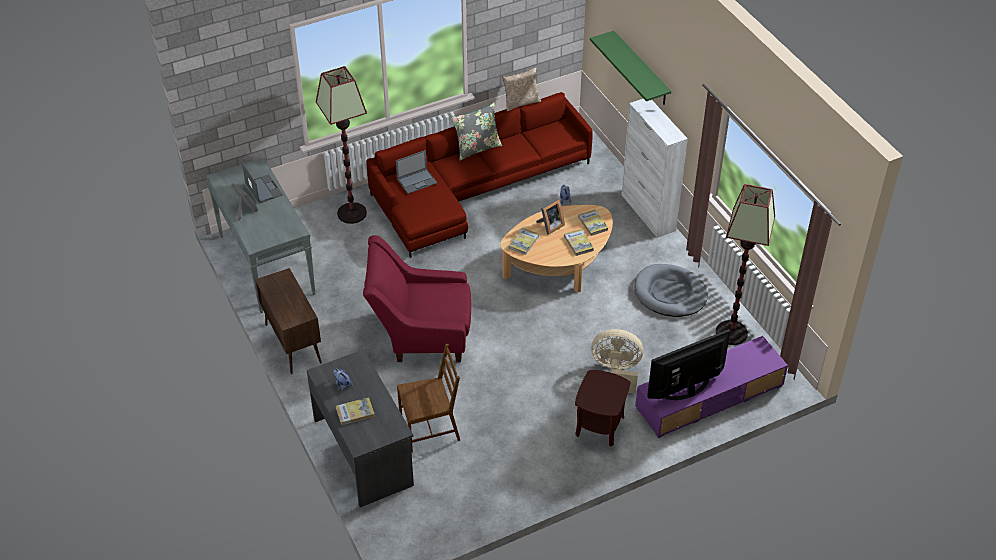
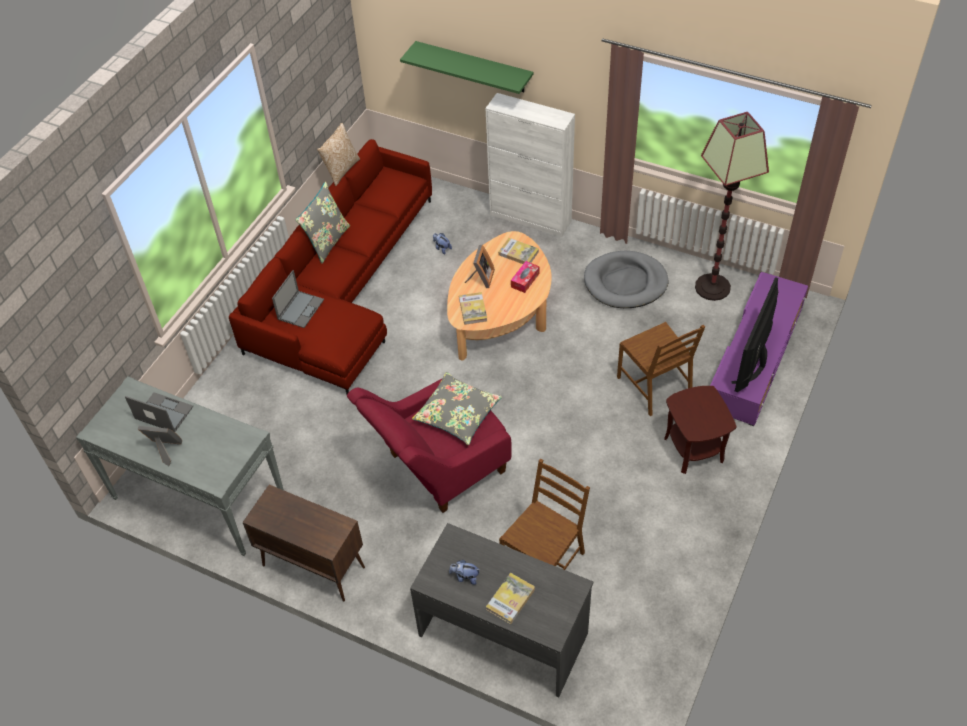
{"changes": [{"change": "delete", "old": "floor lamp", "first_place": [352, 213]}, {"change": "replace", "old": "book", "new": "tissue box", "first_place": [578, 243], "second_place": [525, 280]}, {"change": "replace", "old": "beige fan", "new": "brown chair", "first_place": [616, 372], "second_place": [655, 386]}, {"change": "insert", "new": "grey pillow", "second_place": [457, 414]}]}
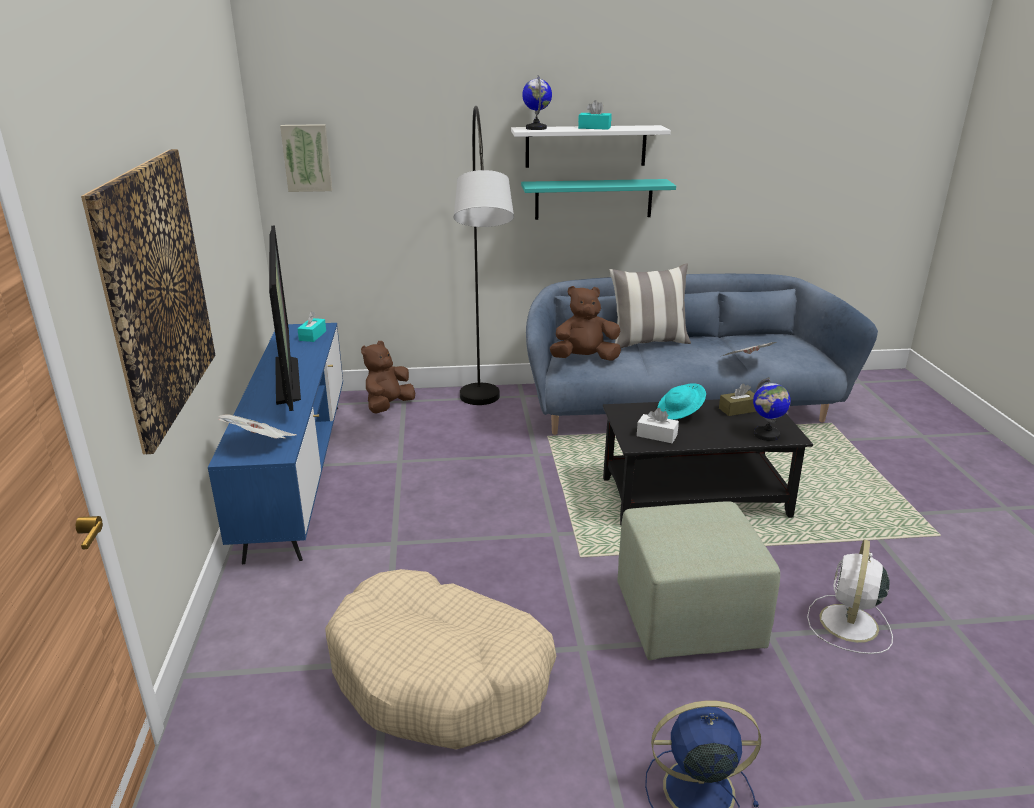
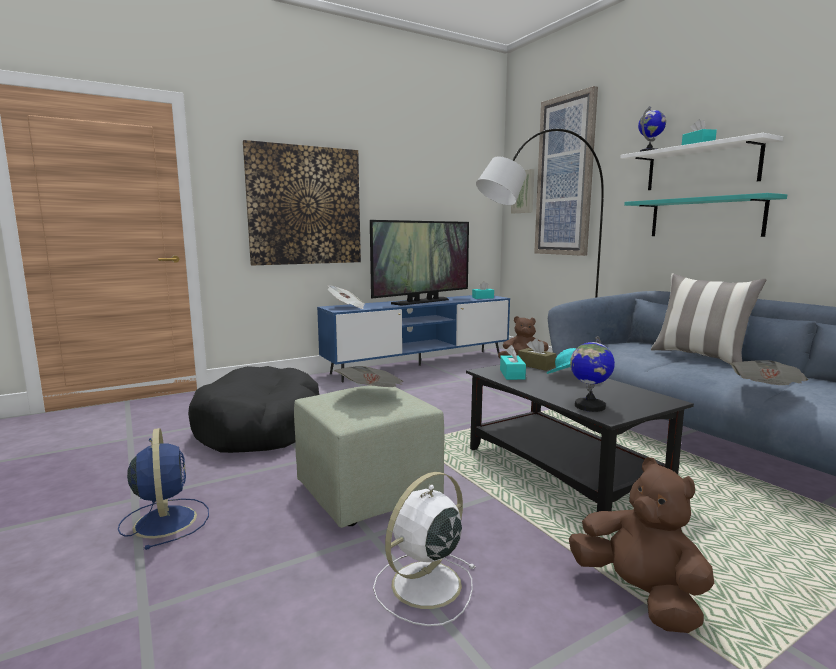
{"changes": [{"change": "move", "old": "brown plush toy", "first_place": [584, 359], "second_place": [639, 595]}, {"change": "move", "old": "brown tissue box", "first_place": [738, 409], "second_place": [536, 366]}, {"change": "recolor", "old": "white tissue box", "new": "turquoise tissue box", "first_place": [657, 435], "second_place": [512, 374]}, {"change": "rotate", "old": "white fan", "first_place": [848, 625], "second_place": [424, 586], "degrees": -45}, {"change": "recolor", "old": "beige dog bed", "new": "black dog bed", "first_place": [440, 676], "second_place": [260, 427]}, {"change": "insert", "new": "picture", "second_place": [565, 177]}, {"change": "insert", "new": "newspaper", "second_place": [372, 396]}]}
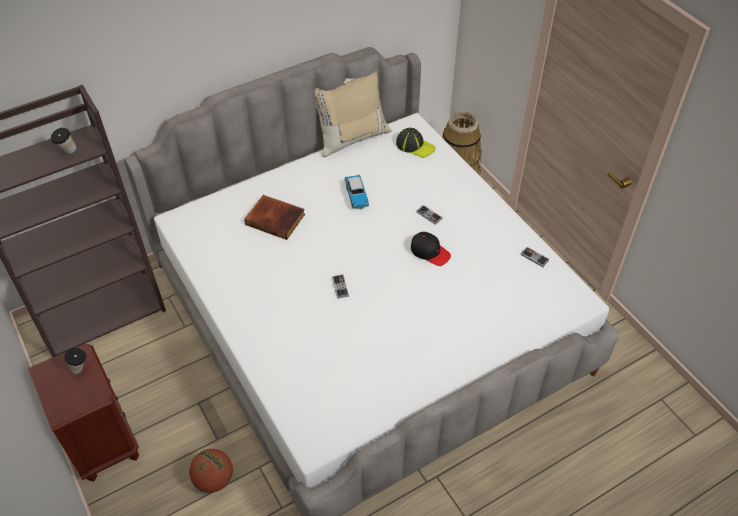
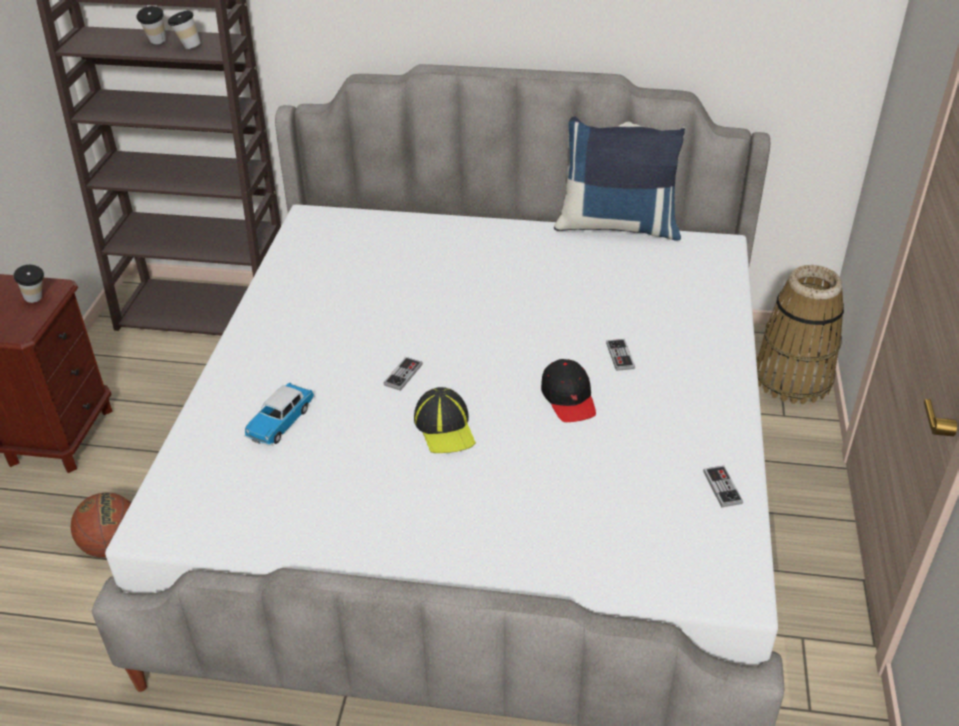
{"changes": [{"change": "recolor", "old": "beige pillow", "new": "blue pillow", "first_place": [351, 137], "second_place": [617, 225]}, {"change": "move", "old": "cap", "first_place": [415, 146], "second_place": [445, 427]}, {"change": "move", "old": "toy car", "first_place": [356, 196], "second_place": [281, 422]}, {"change": "delete", "old": "book", "first_place": [276, 219]}, {"change": "insert", "new": "cup", "second_place": [156, 43]}]}
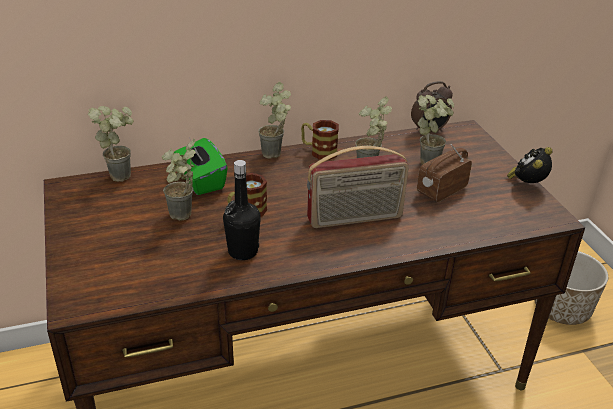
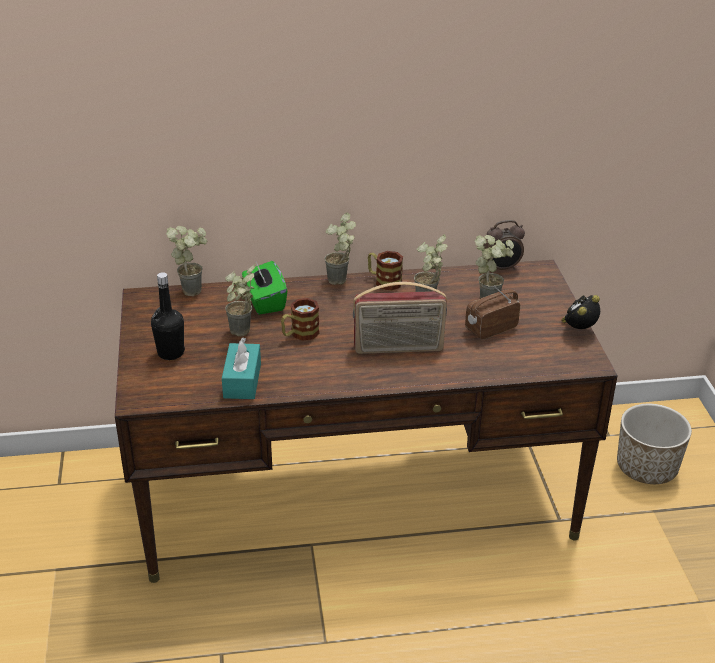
{"changes": [{"change": "move", "old": "black bottle", "first_place": [243, 251], "second_place": [170, 353]}, {"change": "insert", "new": "turquoise tissue box", "second_place": [242, 381]}]}
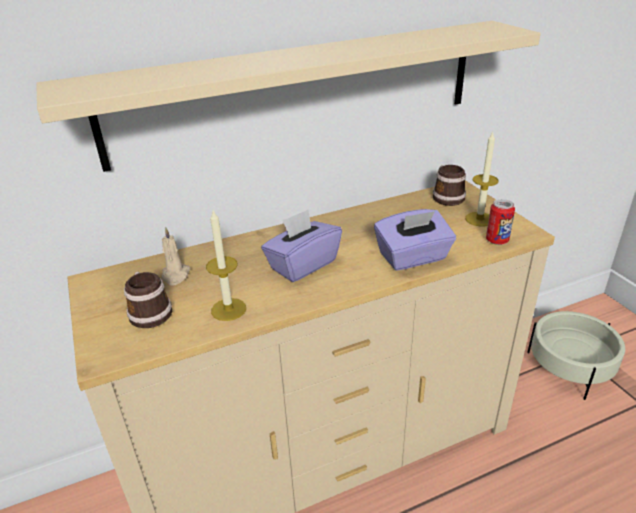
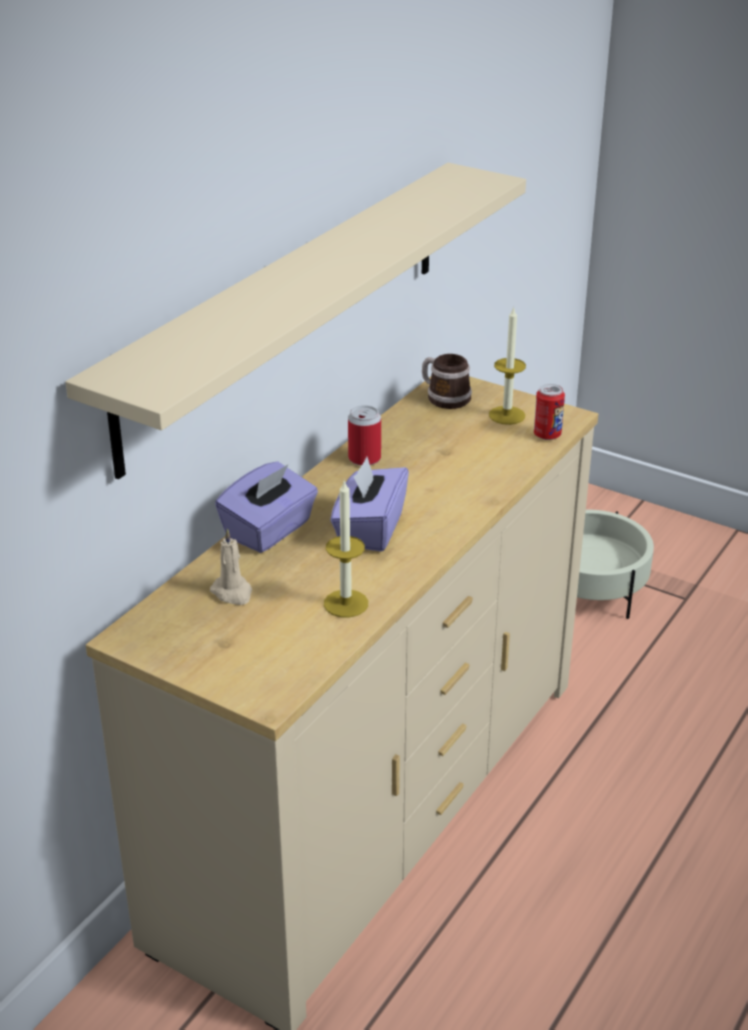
{"changes": [{"change": "move", "old": "purple tissue box", "first_place": [413, 257], "second_place": [269, 530]}, {"change": "delete", "old": "mug", "first_place": [149, 311]}, {"change": "insert", "new": "can", "second_place": [364, 458]}]}
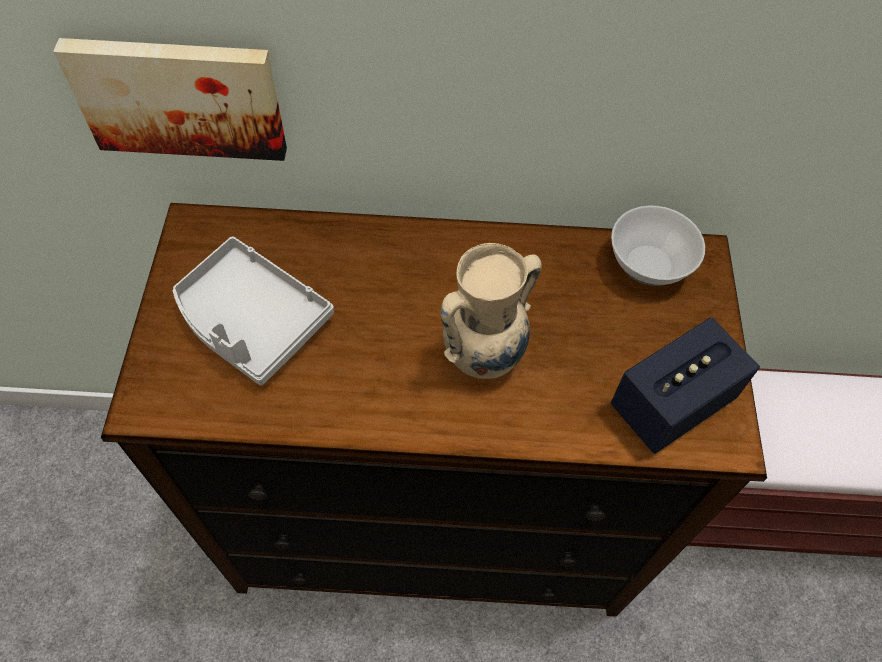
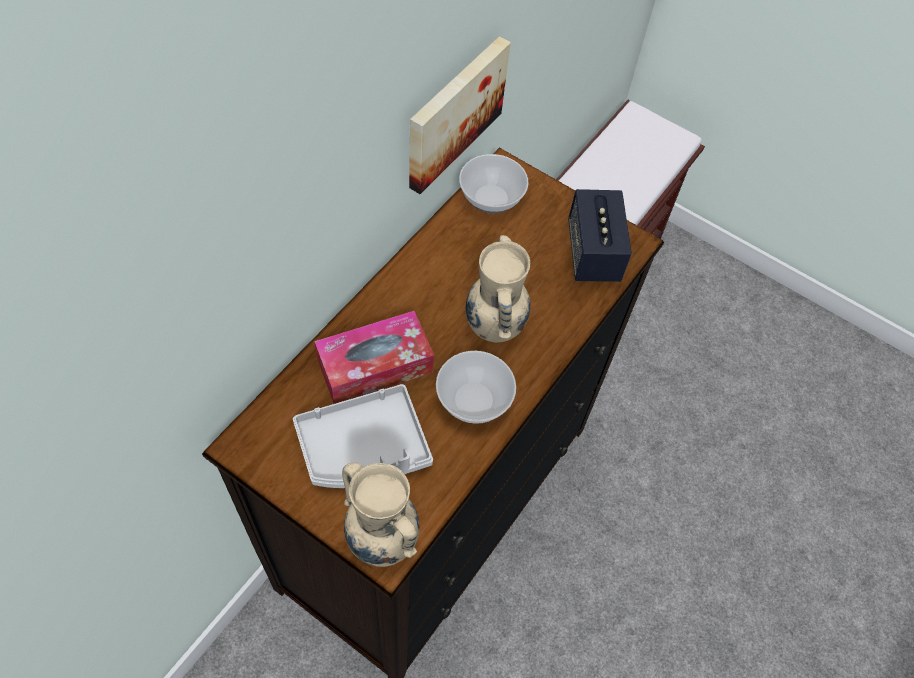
{"changes": [{"change": "move", "old": "picture", "first_place": [180, 96], "second_place": [453, 112]}, {"change": "insert", "new": "tissue box", "second_place": [375, 366]}, {"change": "insert", "new": "bowl", "second_place": [473, 399]}, {"change": "insert", "new": "beige vase", "second_place": [382, 539]}]}
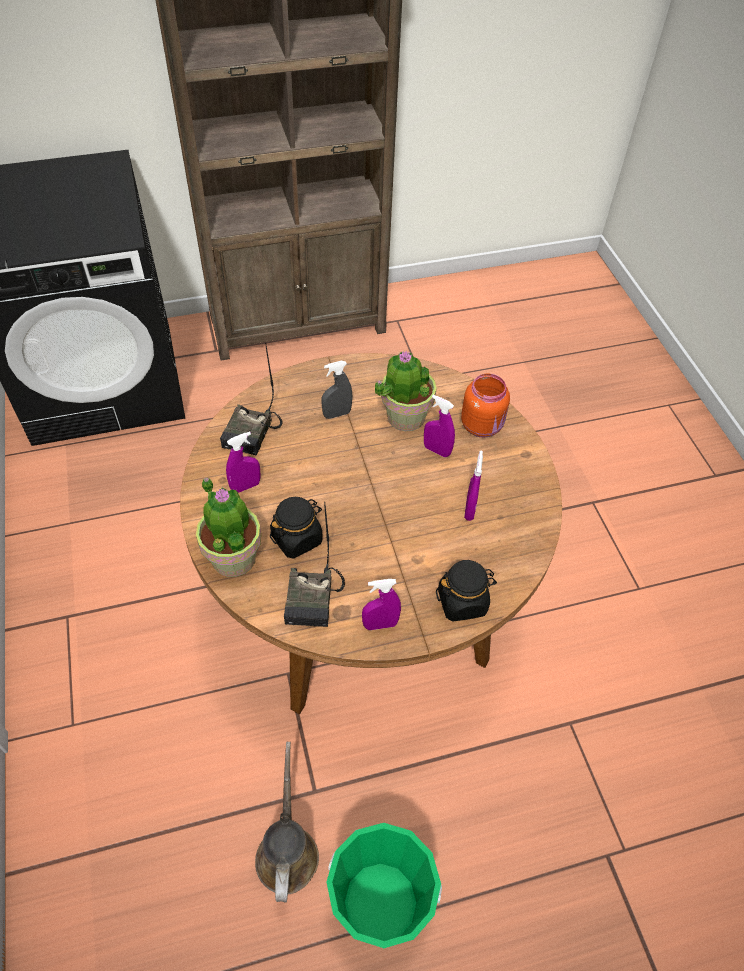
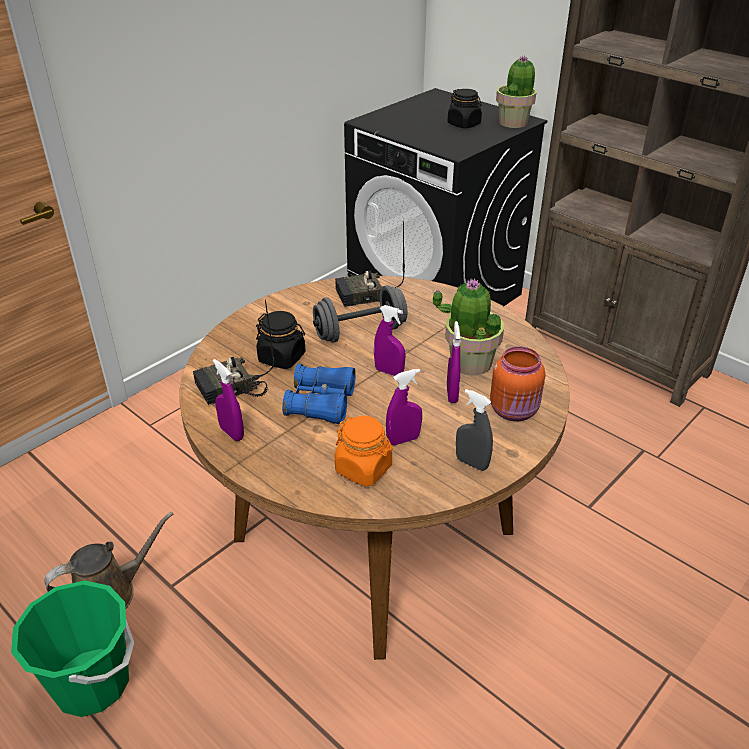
{"changes": [{"change": "move", "old": "grey spray bottle", "first_place": [337, 414], "second_place": [471, 463]}, {"change": "move", "old": "purple spray bottle", "first_place": [245, 486], "second_place": [389, 372]}, {"change": "move", "old": "potted plant", "first_place": [234, 557], "second_place": [513, 122]}, {"change": "move", "old": "black jar", "first_place": [462, 601], "second_place": [464, 124]}, {"change": "insert", "new": "grey dumbbell", "second_place": [360, 332]}, {"change": "insert", "new": "blue binoculars", "second_place": [321, 403]}, {"change": "insert", "new": "orange jar", "second_place": [364, 469]}]}
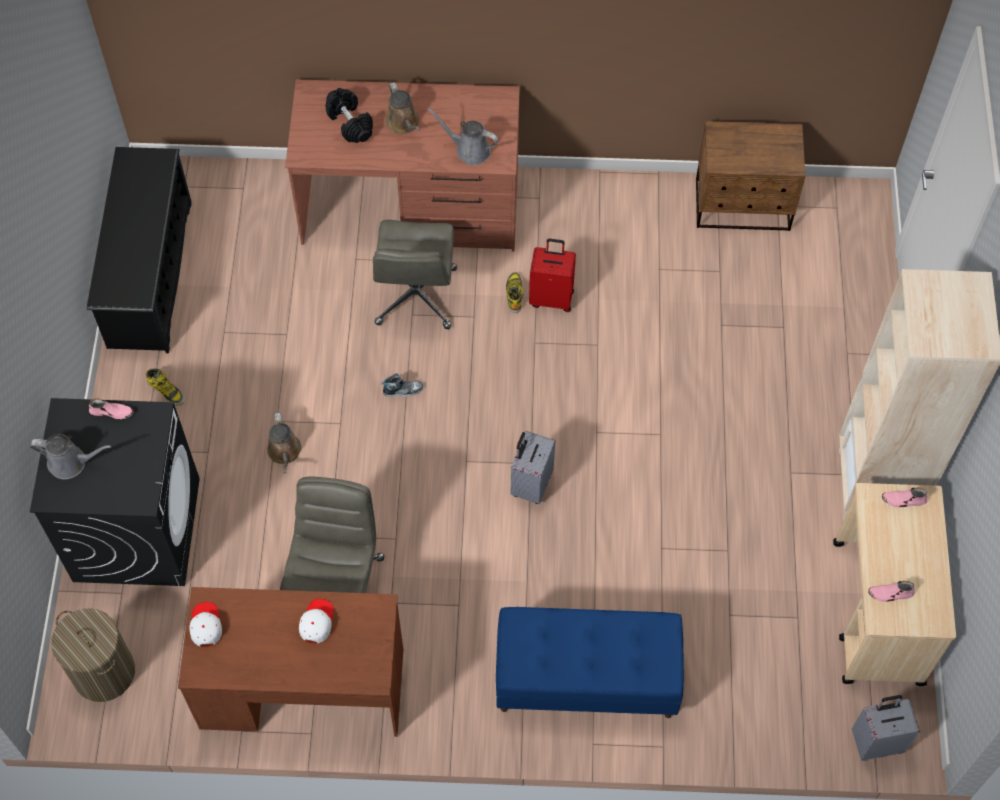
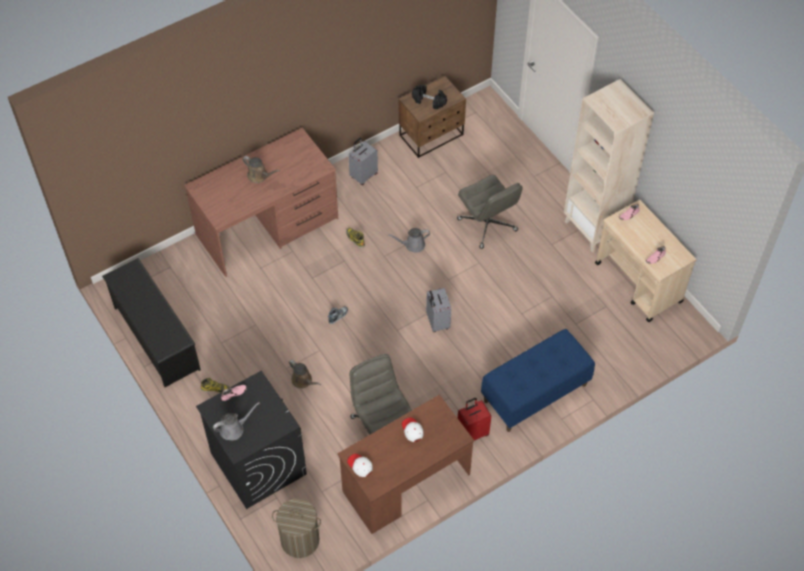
{"changes": [{"change": "move", "old": "black dumbbell", "first_place": [350, 123], "second_place": [429, 101]}, {"change": "move", "old": "grey watering can", "first_place": [469, 150], "second_place": [413, 245]}, {"change": "move", "old": "grey office chair", "first_place": [416, 297], "second_place": [487, 225]}, {"change": "move", "old": "red suitcase", "first_place": [552, 297], "second_place": [472, 432]}, {"change": "move", "old": "grey suitcase", "first_place": [877, 741], "second_place": [363, 175]}]}
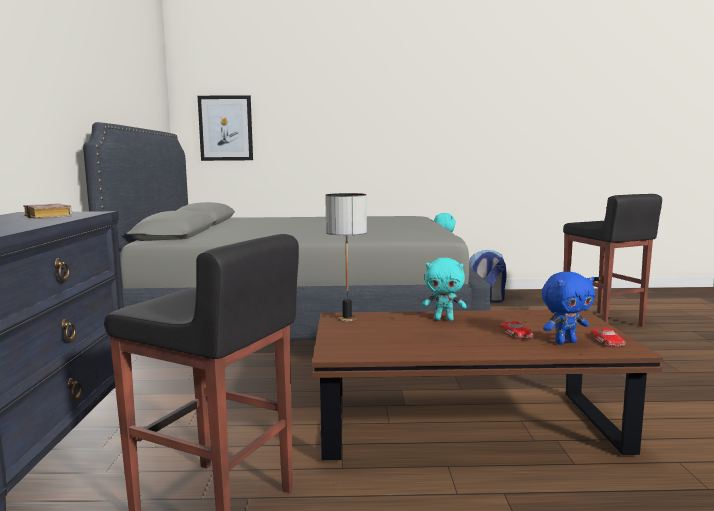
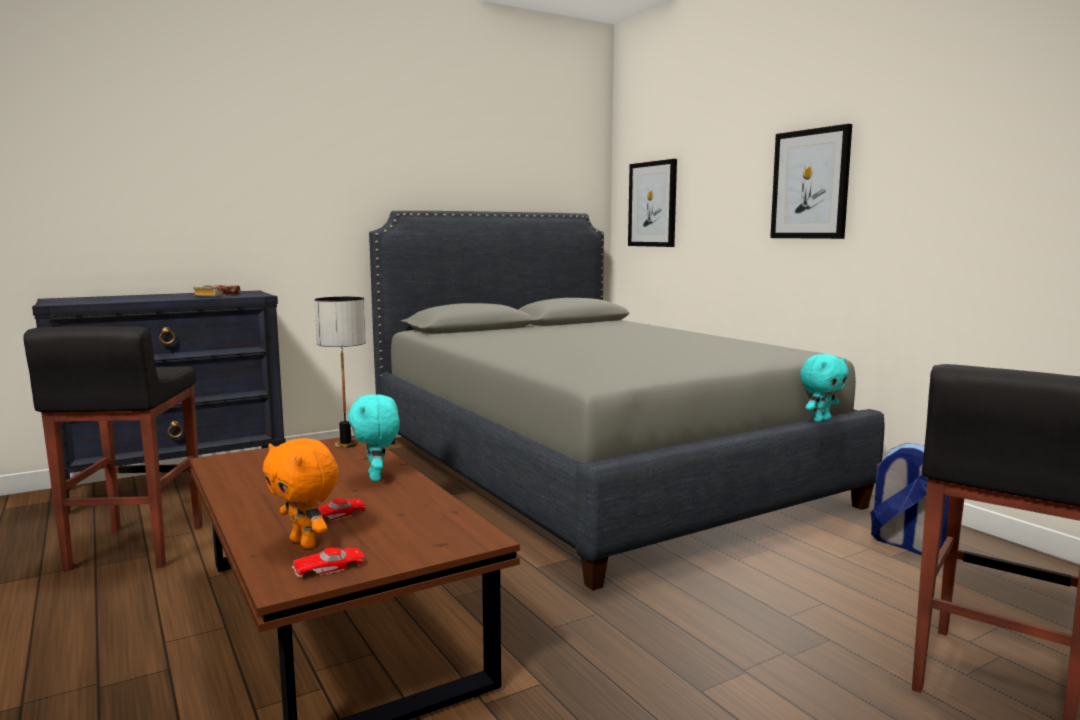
{"changes": [{"change": "recolor", "old": "blue plush toy", "new": "orange plush toy", "first_place": [565, 342], "second_place": [305, 543]}, {"change": "insert", "new": "picture", "second_place": [810, 184]}]}
